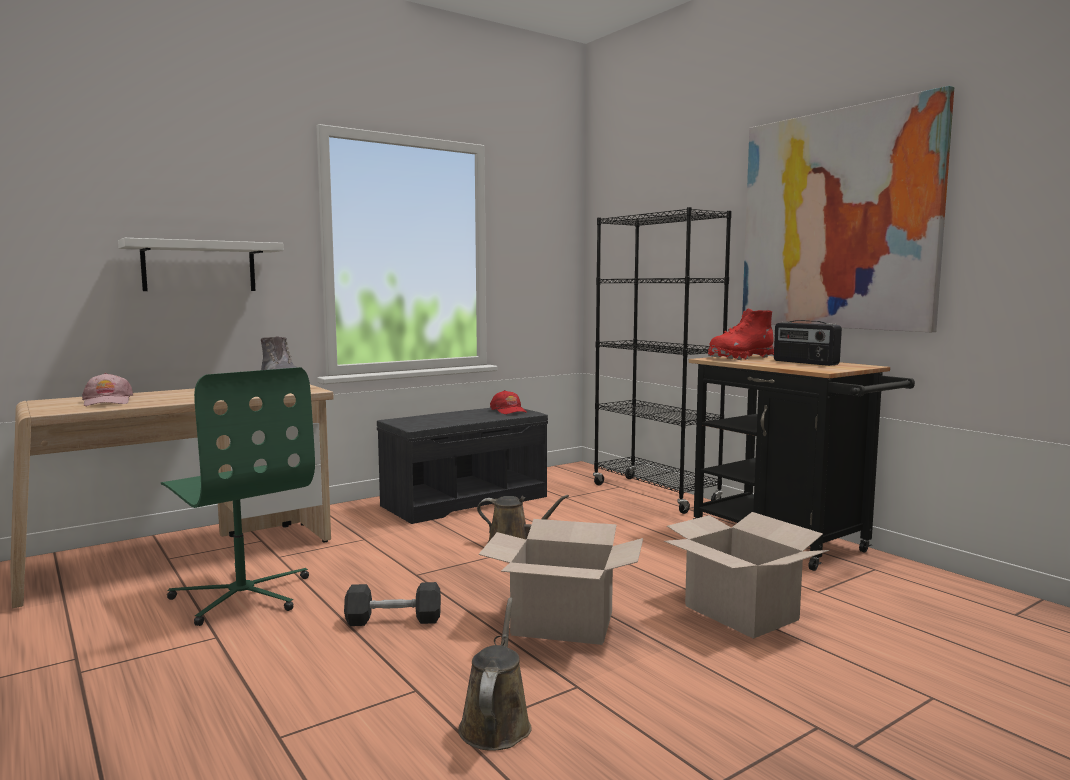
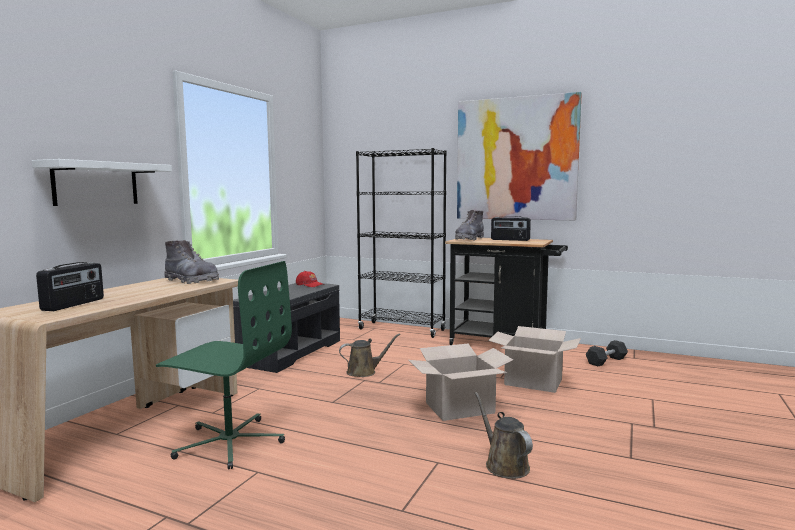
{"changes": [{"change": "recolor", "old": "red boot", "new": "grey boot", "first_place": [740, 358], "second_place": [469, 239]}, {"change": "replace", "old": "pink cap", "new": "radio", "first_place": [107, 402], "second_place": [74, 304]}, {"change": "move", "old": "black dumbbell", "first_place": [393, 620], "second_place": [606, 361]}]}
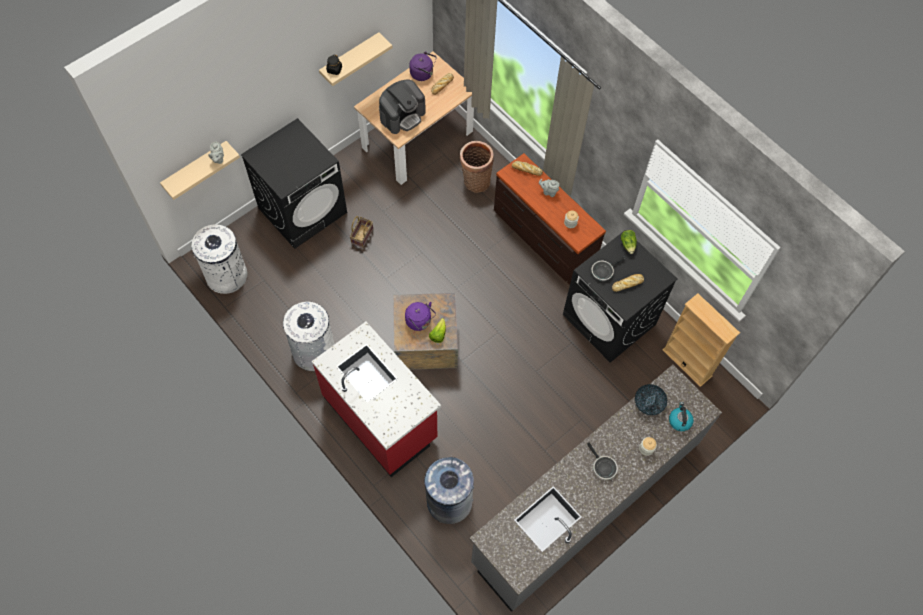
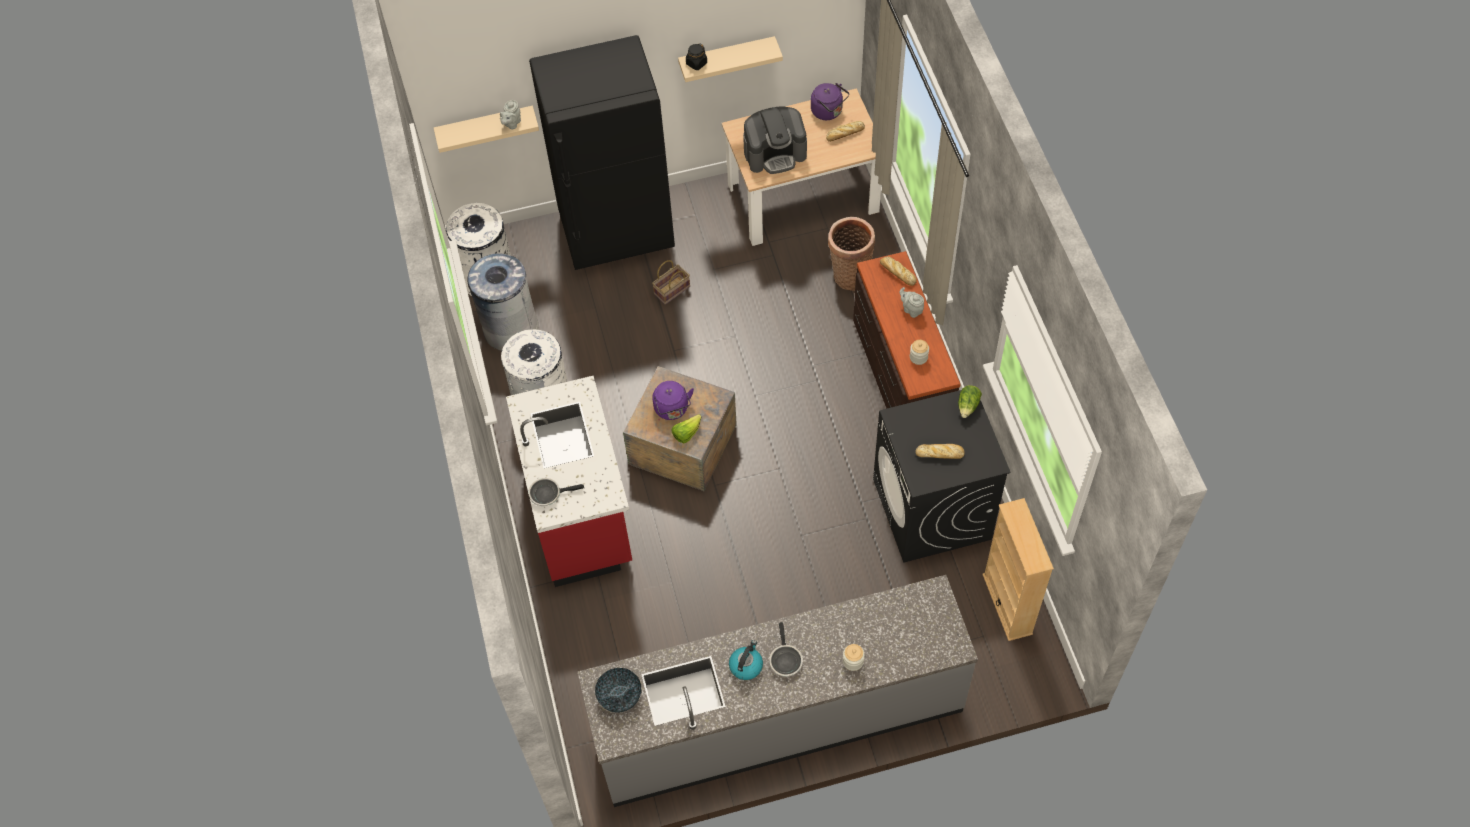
{"changes": [{"change": "replace", "old": "black washing machine", "new": "black fridge", "first_place": [303, 210], "second_place": [617, 234]}, {"change": "move", "old": "frying pan", "first_place": [603, 271], "second_place": [548, 494]}, {"change": "move", "old": "bowl", "first_place": [648, 403], "second_place": [619, 695]}, {"change": "move", "old": "kettle", "first_place": [679, 420], "second_place": [746, 665]}, {"change": "move", "old": "grey trash can", "first_place": [449, 501], "second_place": [510, 328]}]}
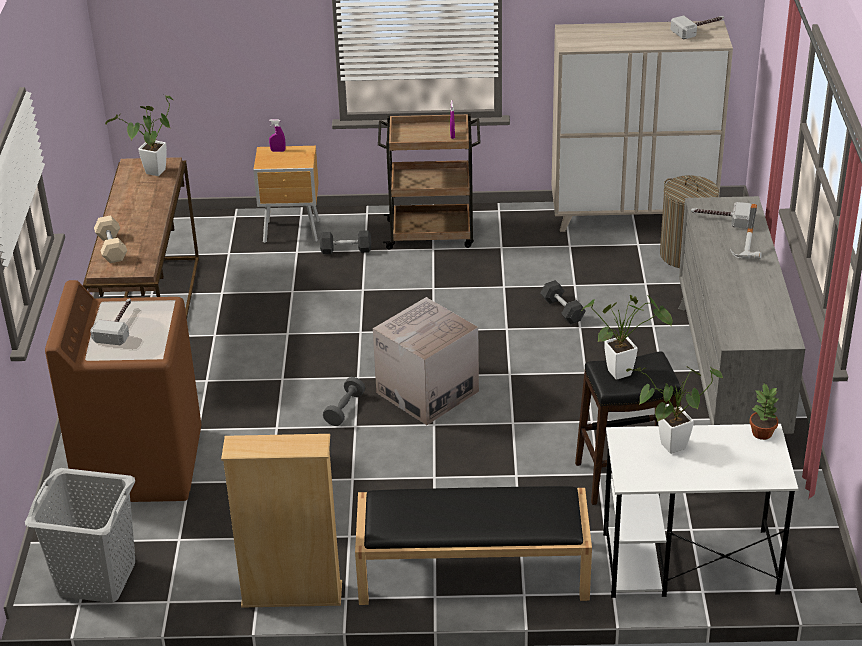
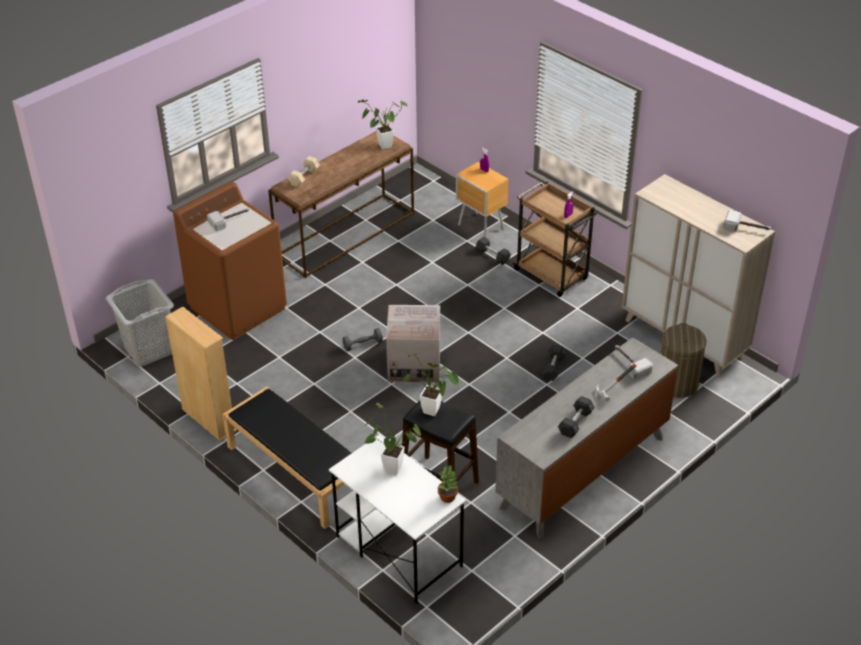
{"changes": [{"change": "insert", "new": "grey dumbbell", "second_place": [575, 423]}]}
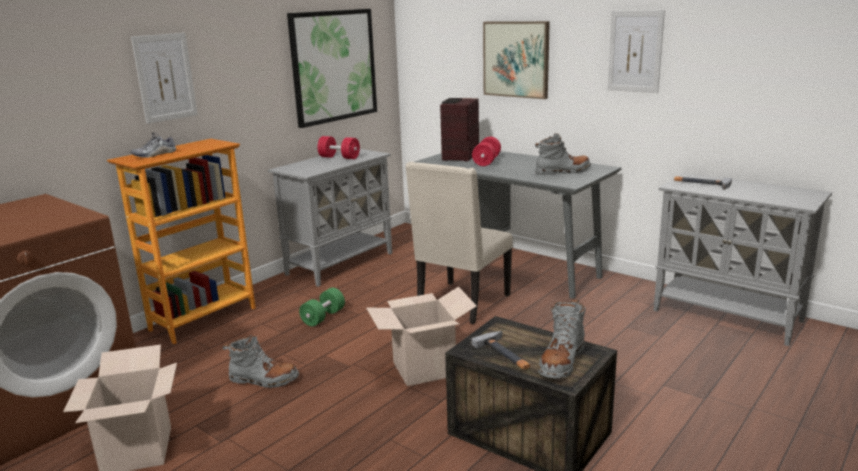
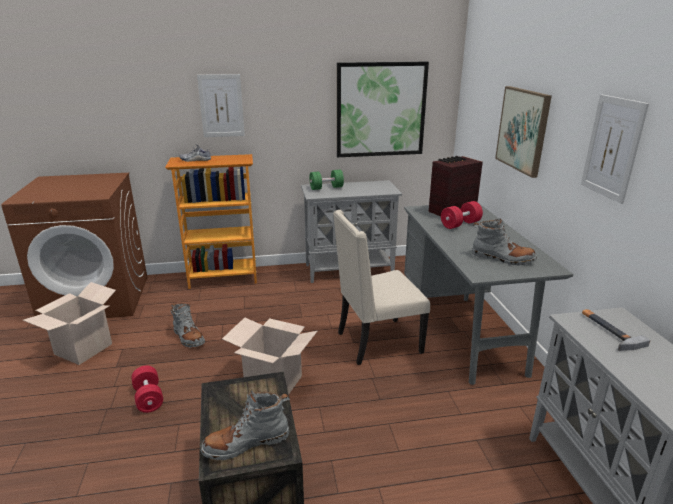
{"changes": [{"change": "move", "old": "red dumbbell", "first_place": [339, 157], "second_place": [149, 398]}, {"change": "move", "old": "green dumbbell", "first_place": [323, 317], "second_place": [326, 188]}, {"change": "delete", "old": "hammer", "first_place": [506, 354]}]}
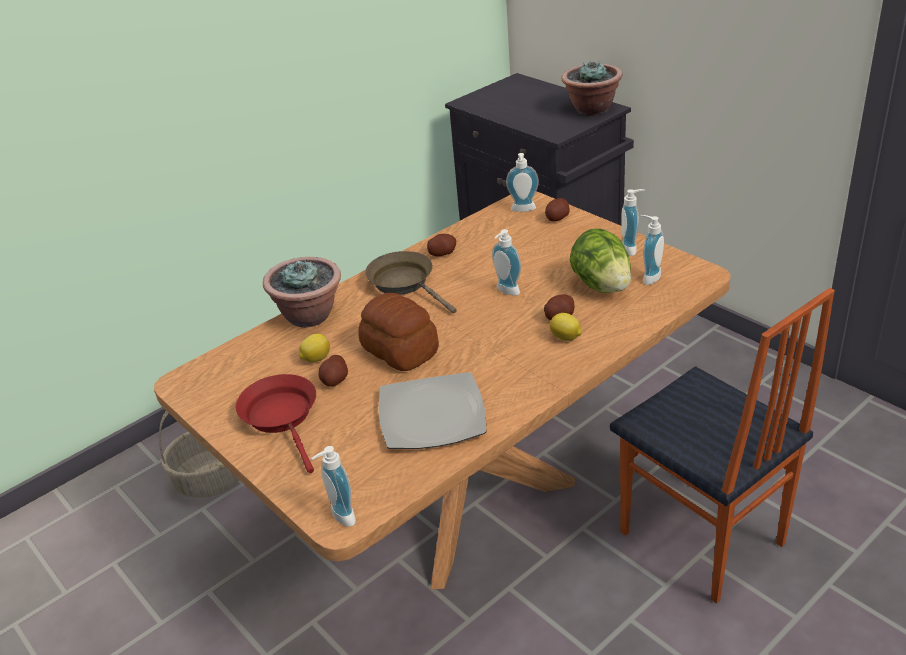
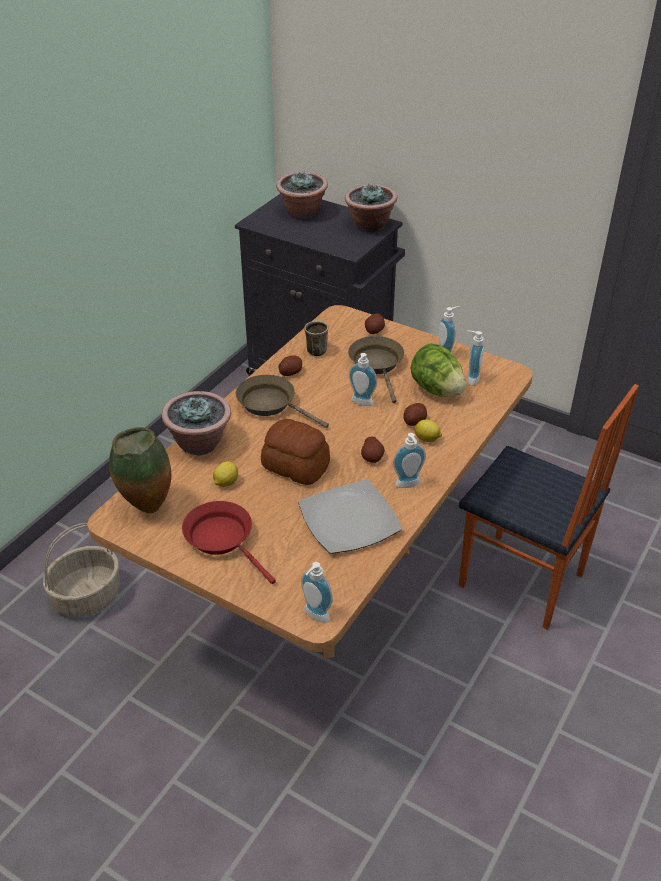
{"changes": [{"change": "move", "old": "soap dispenser", "first_place": [523, 210], "second_place": [408, 485]}, {"change": "move", "old": "potato", "first_place": [335, 380], "second_place": [372, 457]}, {"change": "insert", "new": "potted plant", "second_place": [302, 212]}, {"change": "insert", "new": "mug", "second_place": [315, 349]}, {"change": "insert", "new": "brown frying pan", "second_place": [377, 365]}, {"change": "insert", "new": "vase", "second_place": [146, 508]}]}
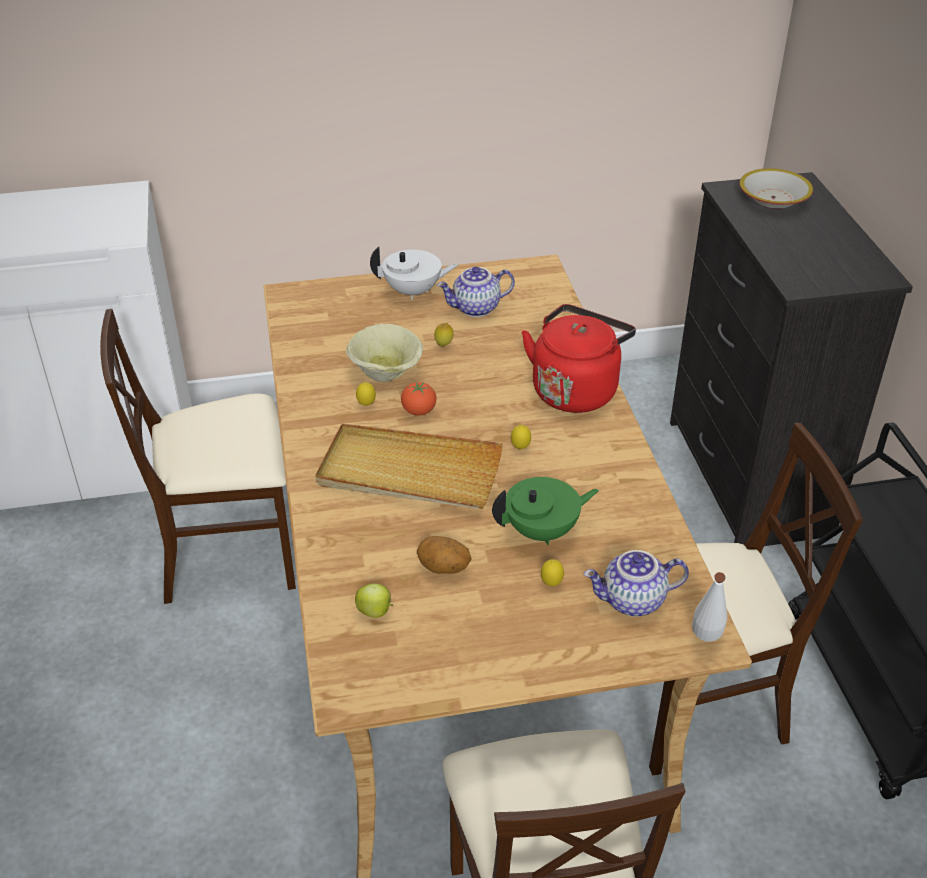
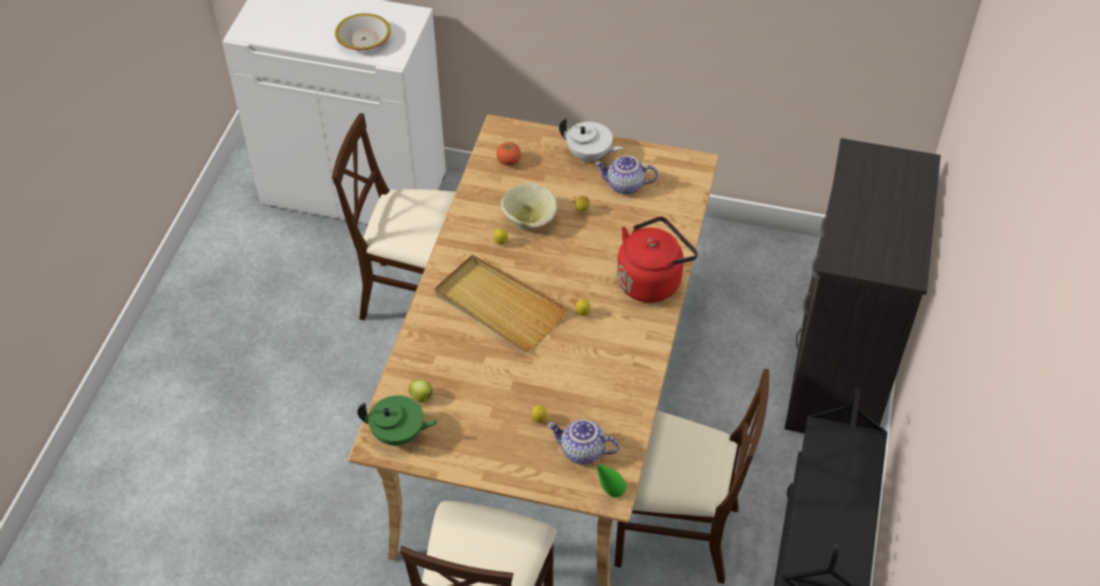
{"changes": [{"change": "move", "old": "bowl", "first_place": [773, 198], "second_place": [364, 39]}, {"change": "move", "old": "tomato", "first_place": [419, 411], "second_place": [508, 161]}, {"change": "move", "old": "green teapot", "first_place": [543, 531], "second_place": [399, 434]}, {"change": "delete", "old": "potato", "first_place": [443, 569]}, {"change": "recolor", "old": "white bottle", "new": "green bottle", "first_place": [705, 644], "second_place": [607, 497]}]}
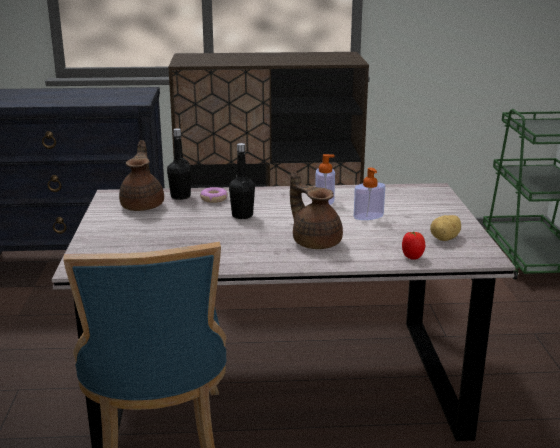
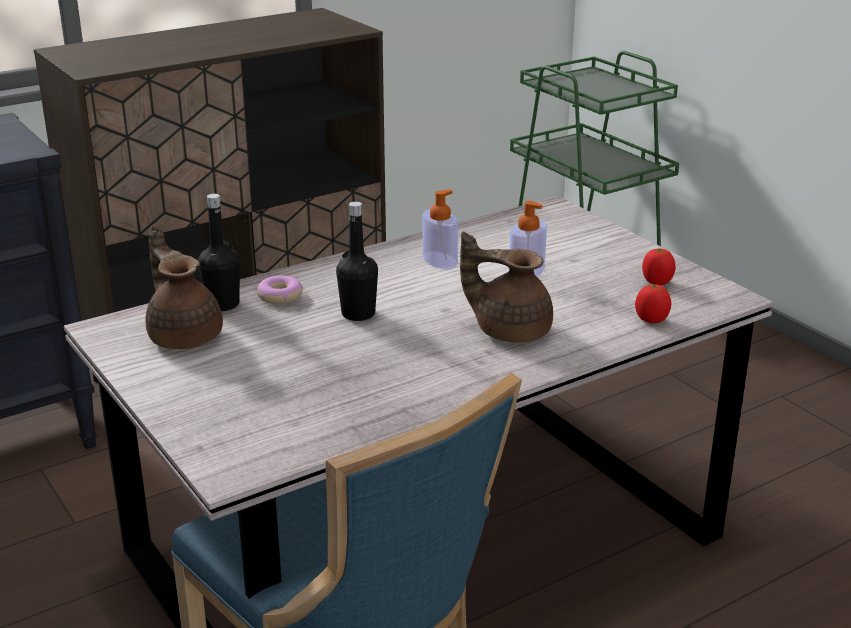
{"changes": [{"change": "replace", "old": "potato", "new": "tomato", "first_place": [445, 239], "second_place": [656, 282]}]}
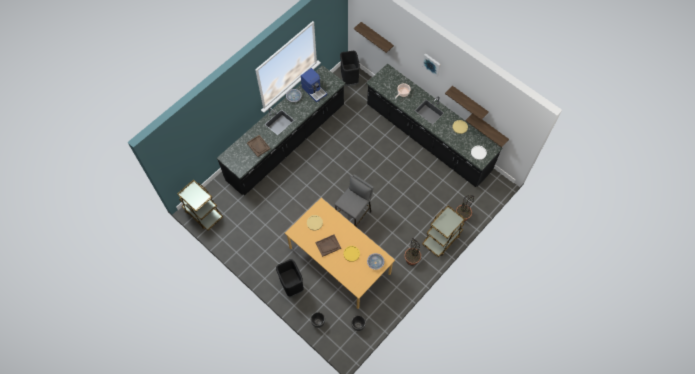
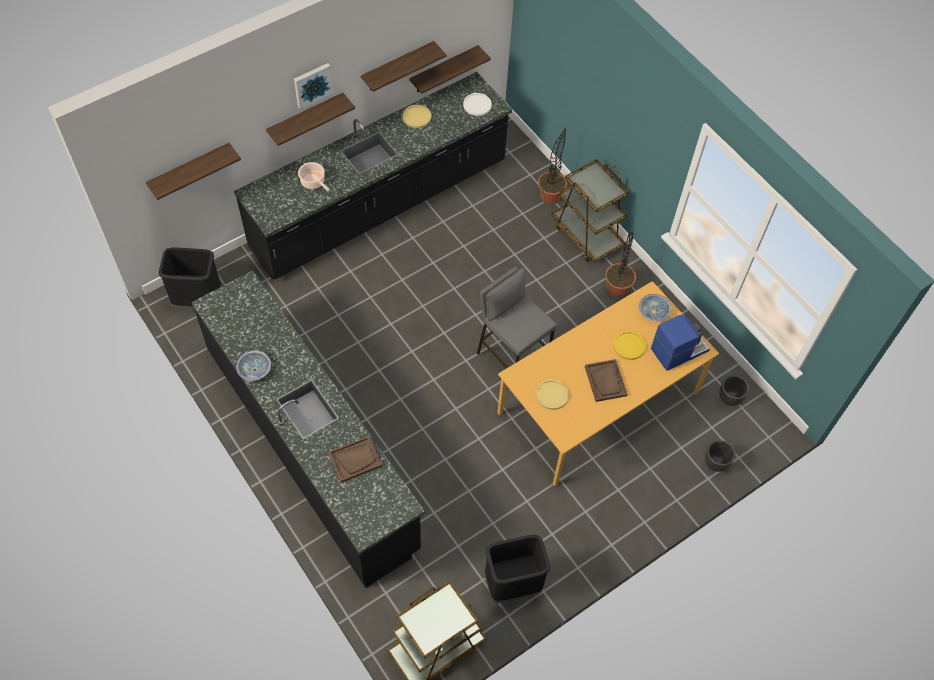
{"changes": [{"change": "move", "old": "coffee machine", "first_place": [314, 90], "second_place": [678, 349]}, {"change": "move", "old": "black trash can", "first_place": [291, 285], "second_place": [512, 585]}, {"change": "insert", "new": "shelf", "second_place": [306, 119]}]}
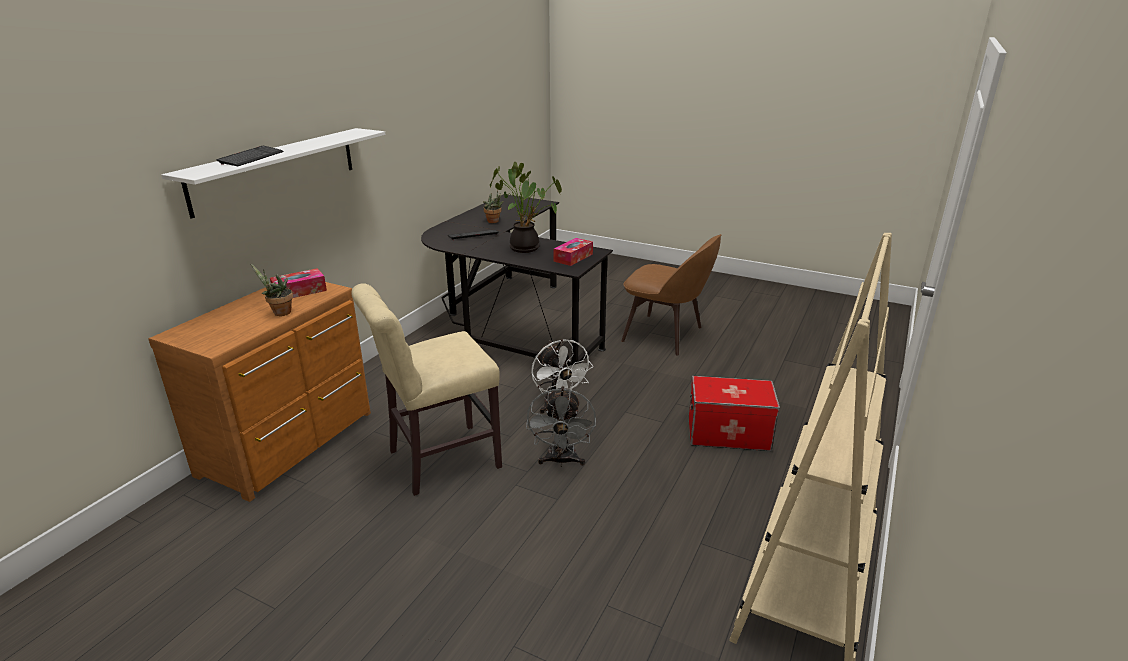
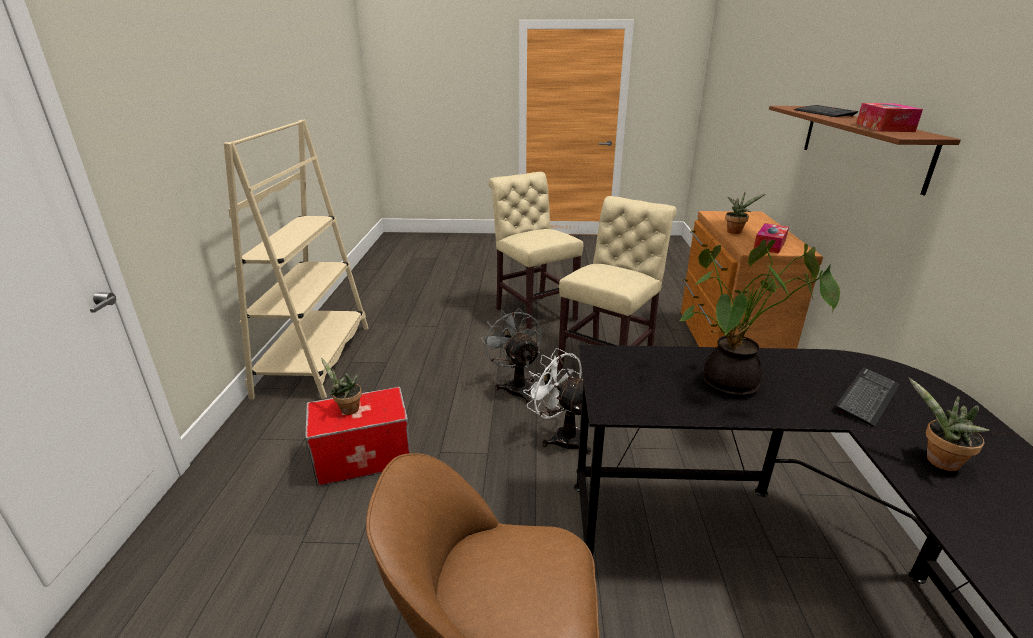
{"changes": [{"change": "recolor", "old": "white shelf", "new": "brown shelf", "first_place": [276, 169], "second_place": [861, 144]}, {"change": "move", "old": "tissue box", "first_place": [573, 257], "second_place": [884, 127]}, {"change": "insert", "new": "beige chair", "second_place": [533, 313]}, {"change": "insert", "new": "potted plant", "second_place": [347, 409]}]}
